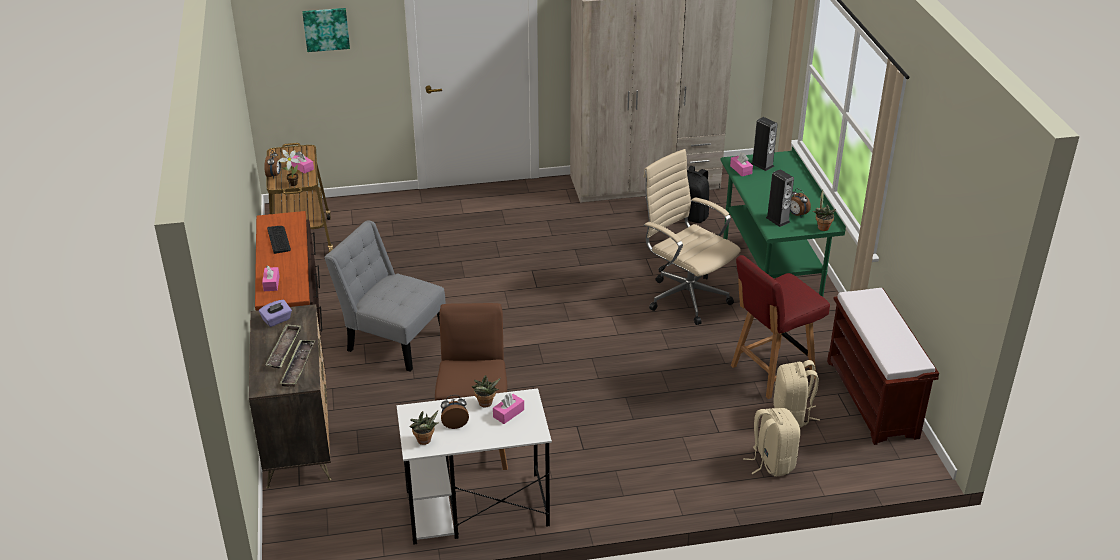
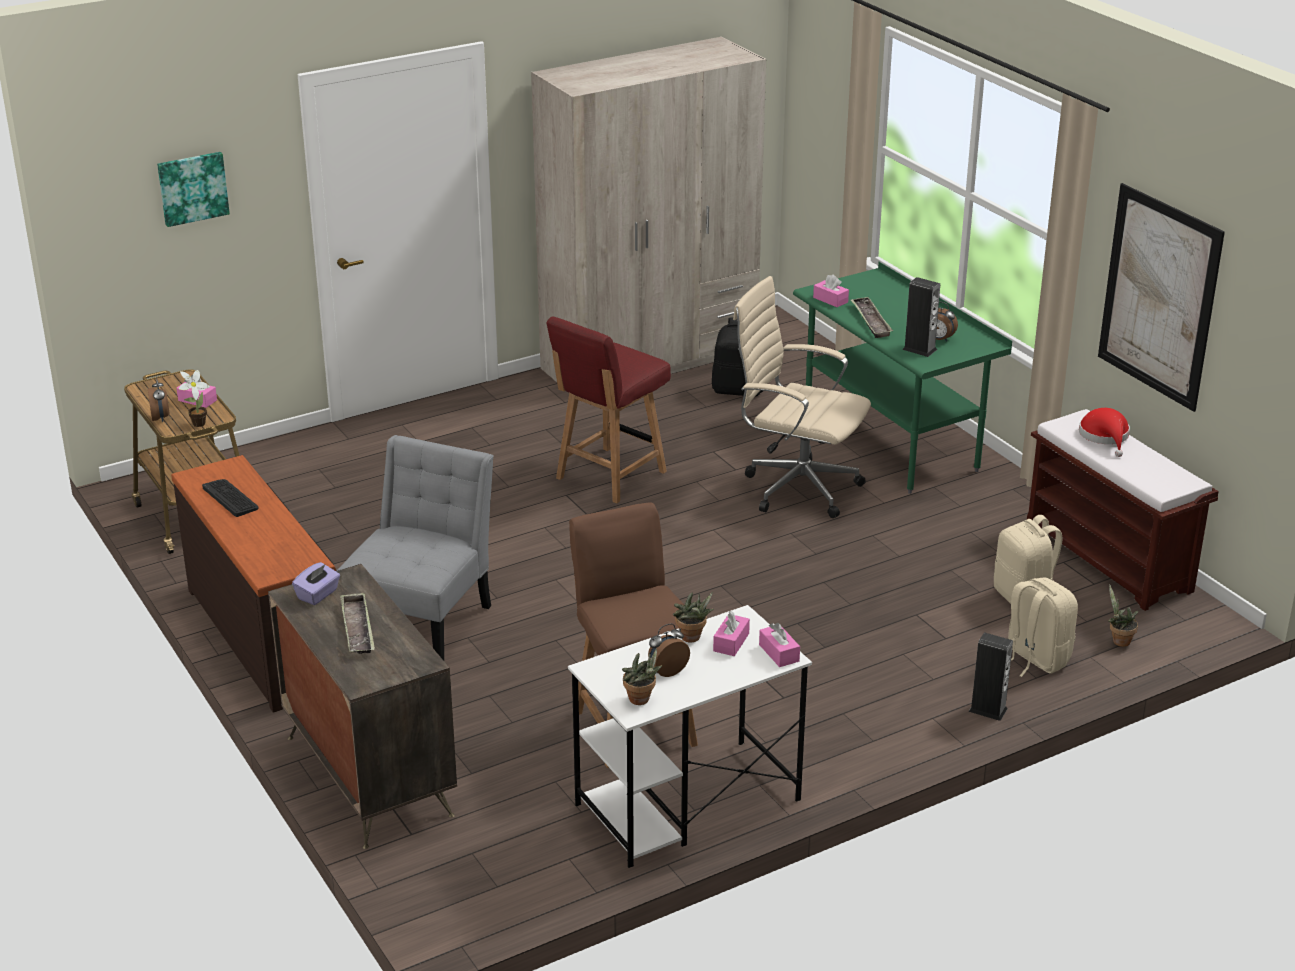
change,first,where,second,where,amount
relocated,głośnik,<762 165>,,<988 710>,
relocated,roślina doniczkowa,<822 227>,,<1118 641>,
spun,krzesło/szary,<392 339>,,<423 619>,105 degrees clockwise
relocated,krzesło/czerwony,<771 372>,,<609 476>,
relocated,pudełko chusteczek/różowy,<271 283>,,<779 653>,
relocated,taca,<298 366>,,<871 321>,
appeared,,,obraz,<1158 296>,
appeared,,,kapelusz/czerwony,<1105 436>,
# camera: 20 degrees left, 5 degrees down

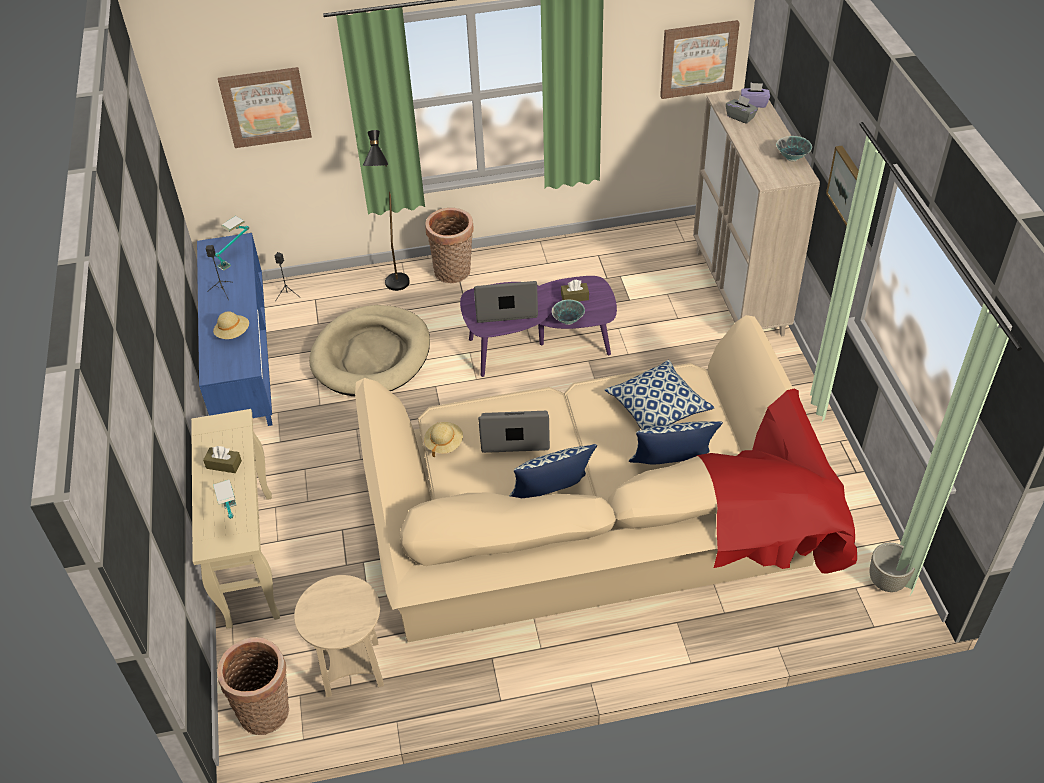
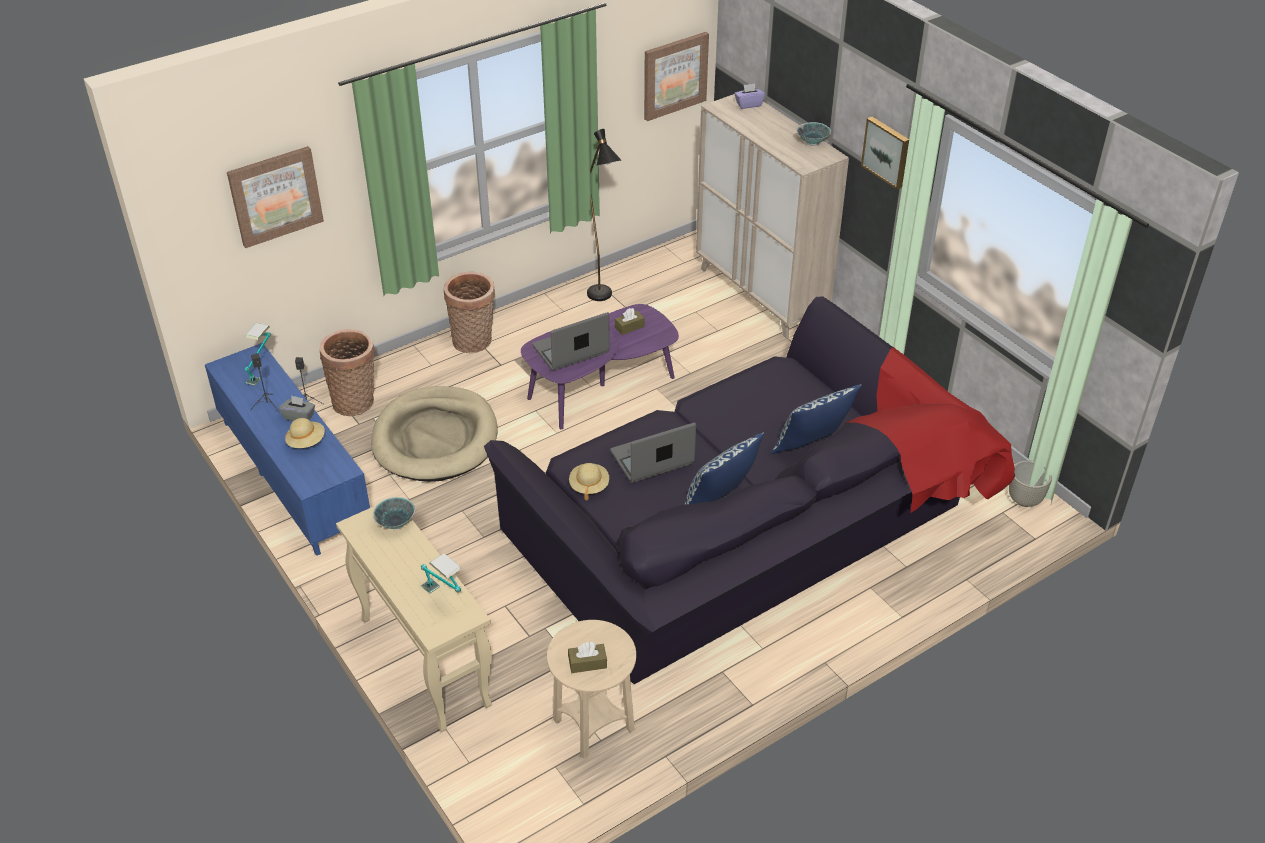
change,first,where,second,where,amount
relocated,pudełko chusteczek/szary,<740 117>,,<299 416>,
relocated,lampa stojąca/czarny,<397 288>,,<603 299>,
relocated,miska,<568 320>,,<396 524>,
colour,kanapa/beżowy,<592 523>,kanapa/czarny,<745 528>,
missing,poduszka,<658 408>,,,
relocated,pudełko chusteczek/brązowy,<224 464>,,<587 663>,
relocated,koszyk,<268 711>,,<356 401>,
# camera: 25 degrees left, 5 degrees down

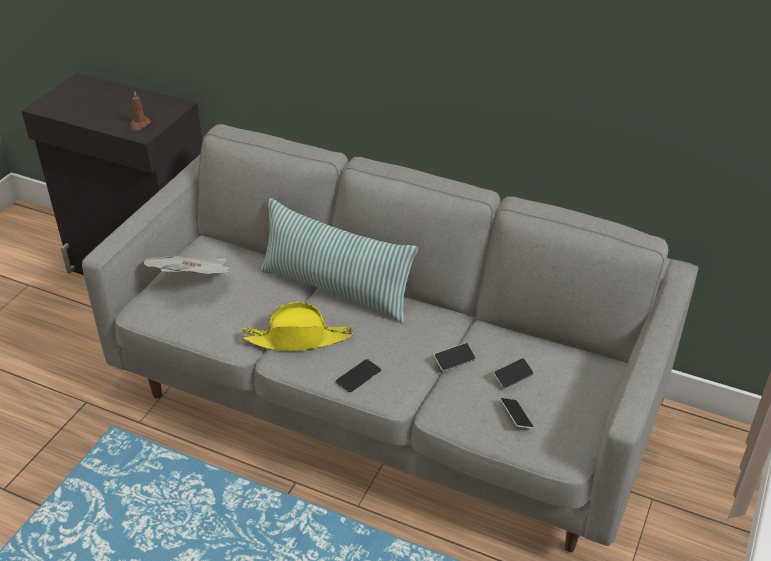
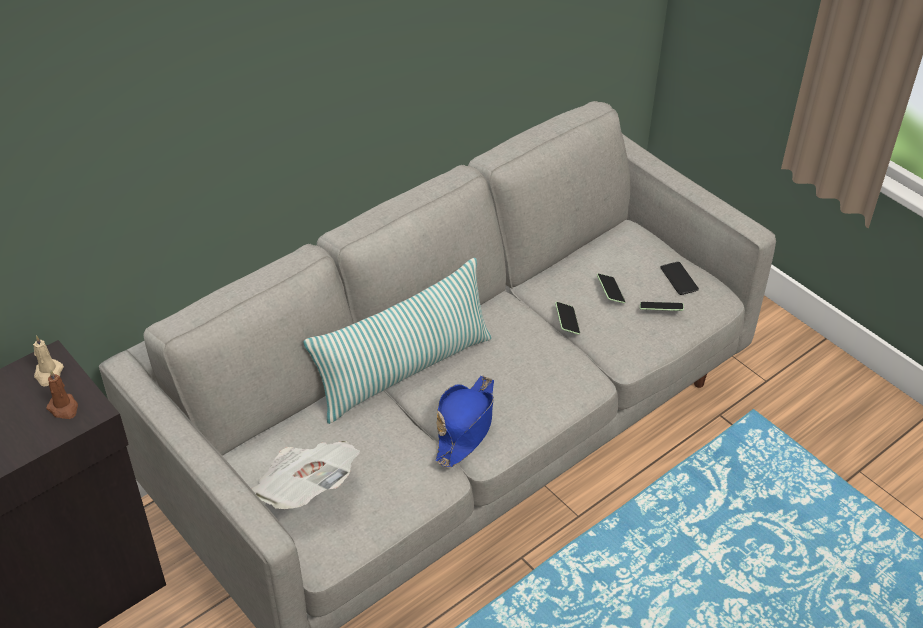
change,first,where,second,where,amount
colour,kapelusz/żółty,<298 339>,kapelusz/niebieski,<465 426>,
relocated,telefon,<358 376>,,<679 279>,
appeared,,,świeca/beżowy,<48 374>,
# camera: 65 degrees left, 5 degrees up

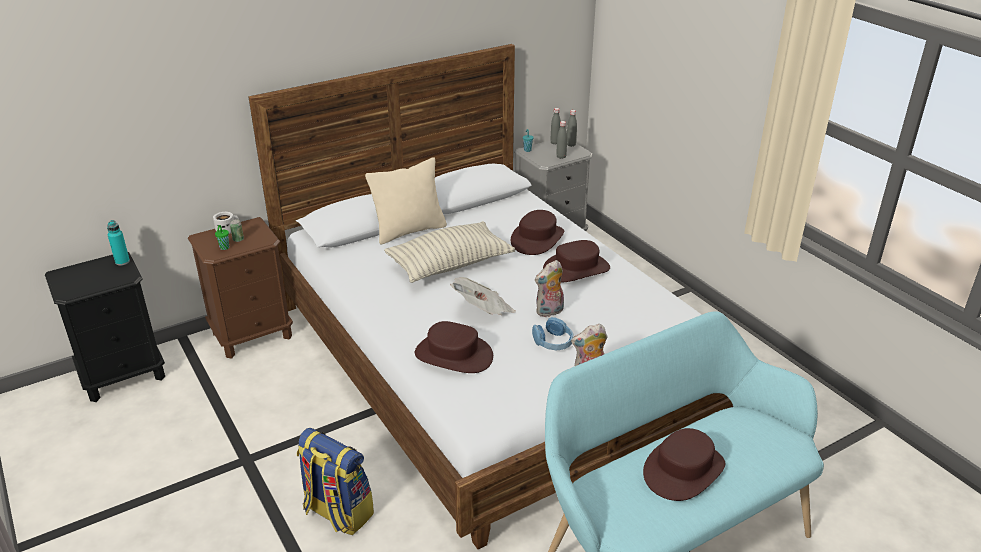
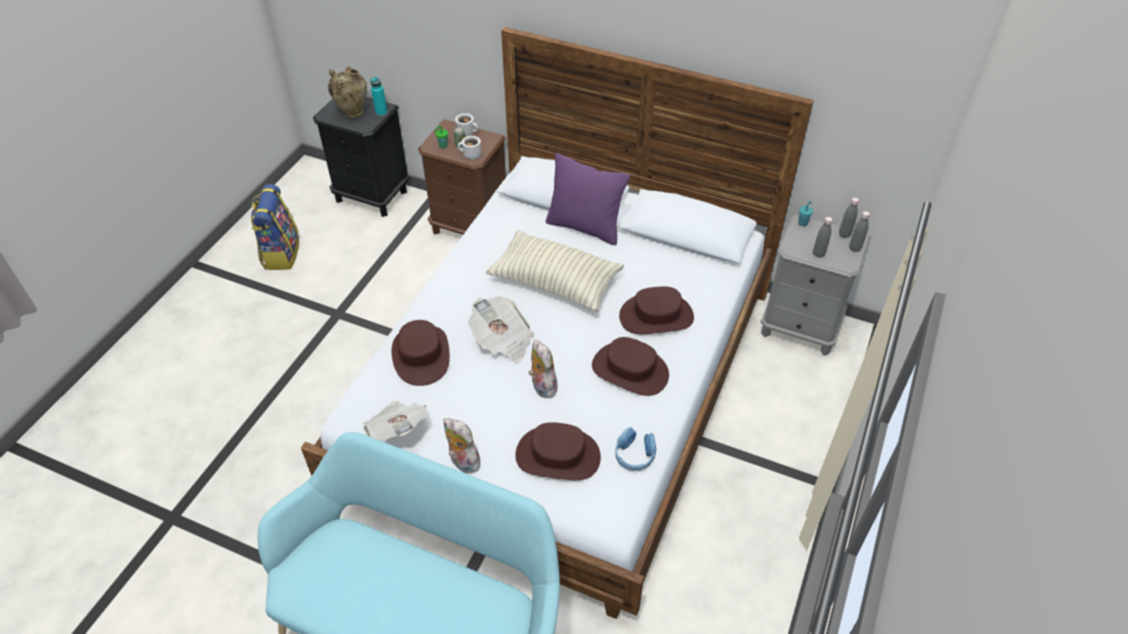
change,first,where,second,where,amount
colour,poduszka/beżowy,<409 231>,poduszka/fioletowy,<585 227>,
spun,pluszak,<550 312>,,<542 386>,45 degrees clockwise
relocated,słuchawki/niebieski,<553 342>,,<635 455>,
relocated,plecak,<337 512>,,<281 253>,
relocated,kapelusz/brązowy,<683 470>,,<558 456>,
appeared,,,wazon/beżowy,<352 112>,
appeared,,,kubek/biały,<470 155>,
appeared,,,gazeta,<397 430>,
# camera: 55 degrees right, 15 degrees up

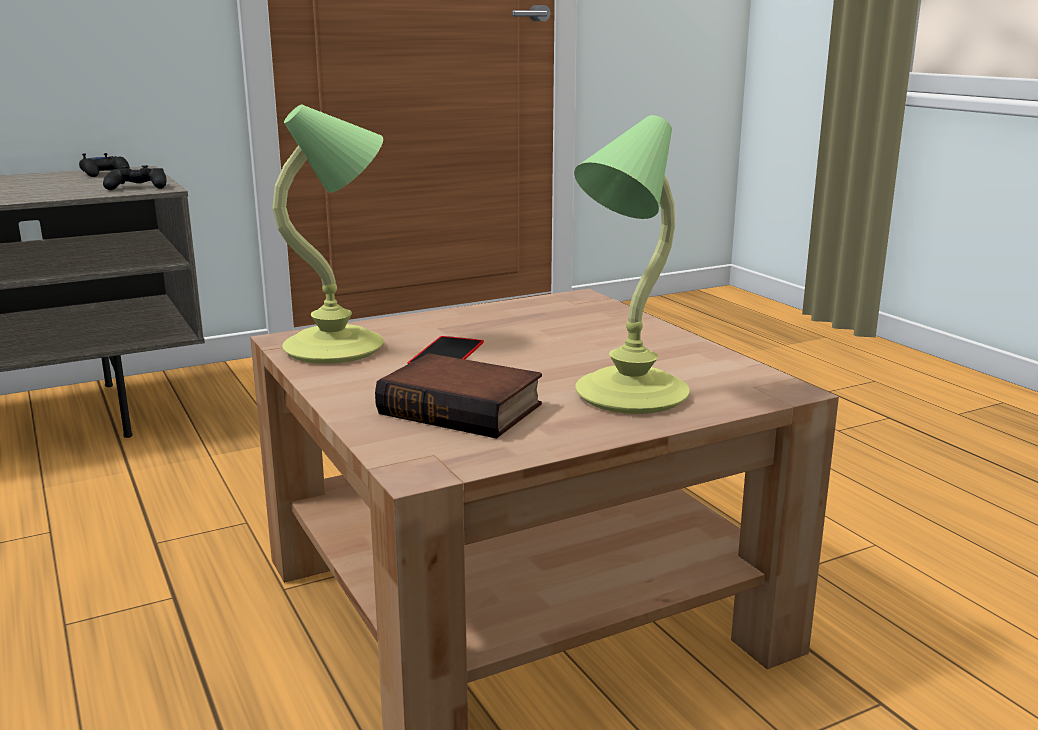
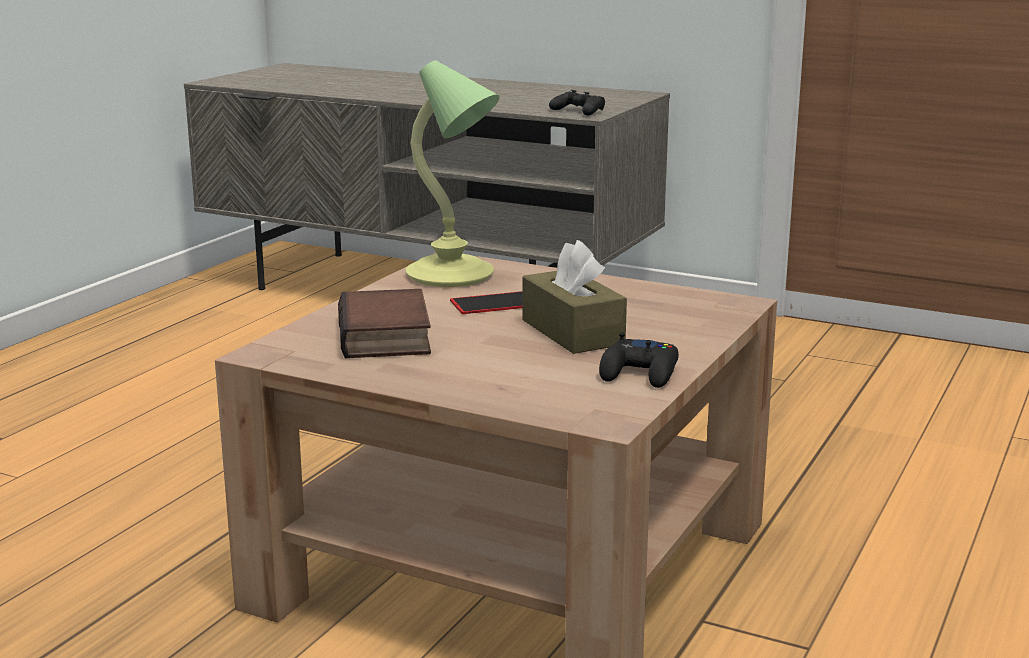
change,first,where,second,where,amount
missing,lampa stołowa,<627 395>,,,
relocated,pad do gier/czarny,<105 173>,,<640 373>,
appeared,,,pudełko chusteczek/brązowy,<572 332>,
# camera: 55 degrees right, 0 degrees up

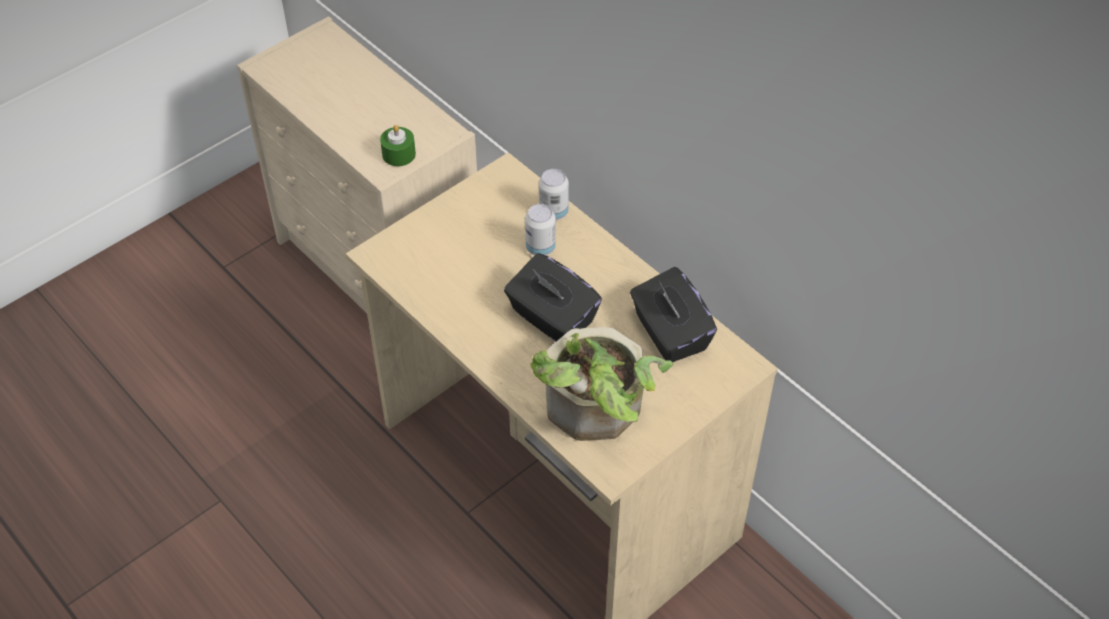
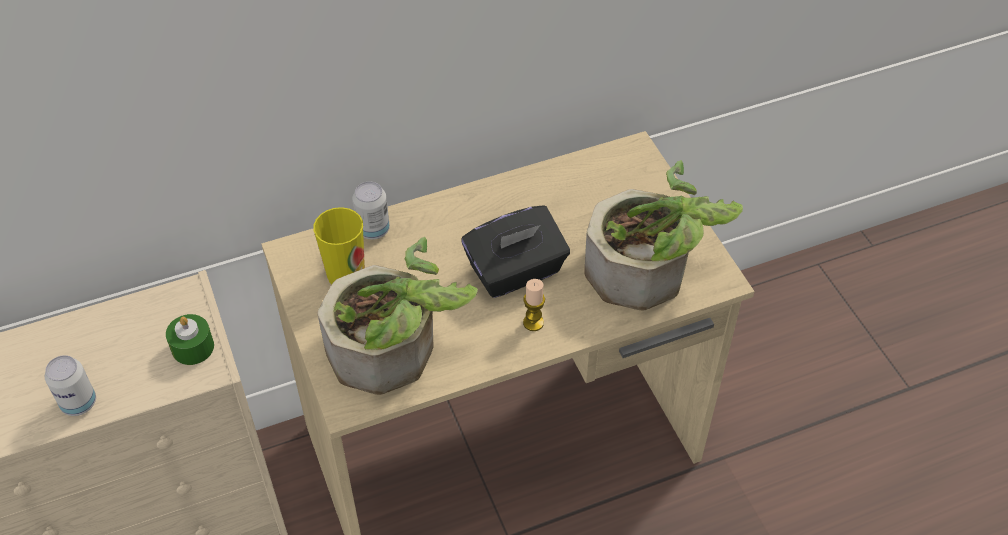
change,first,where,second,where,amount
relocated,puszka,<540 248>,,<79 403>,
missing,pudełko chusteczek/czarny,<669 334>,,,
appeared,,,filiżanka,<346 274>,
appeared,,,roślina doniczkowa,<395 352>,
appeared,,,świeca,<533 323>,
# camera: 70 degrees left, 0 degrees up

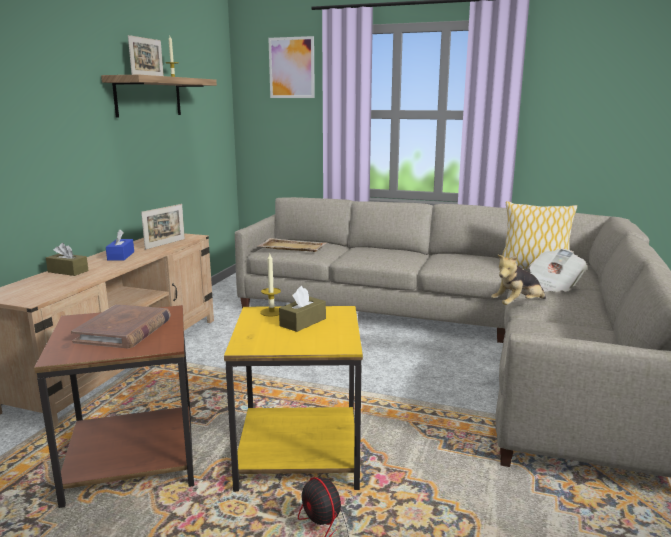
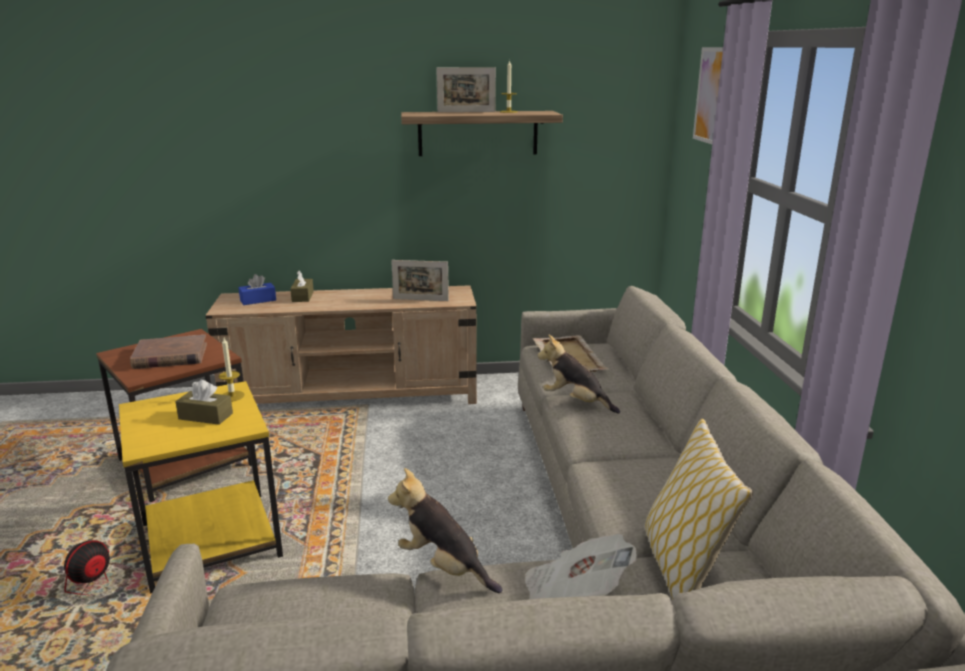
change,first,where,second,where,amount
relocated,pudełko chusteczek/niebieski,<121 256>,,<258 300>,
appeared,,,pluszak,<575 402>,
# camera: 65 degrees right, 5 degrees up

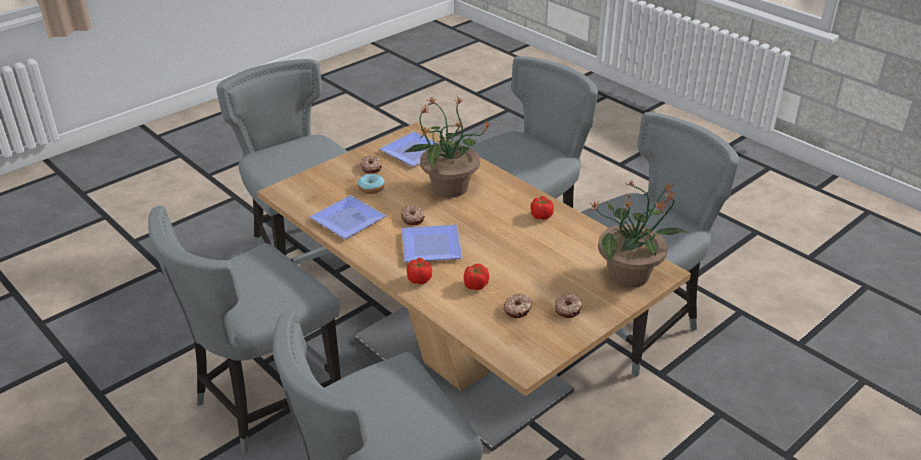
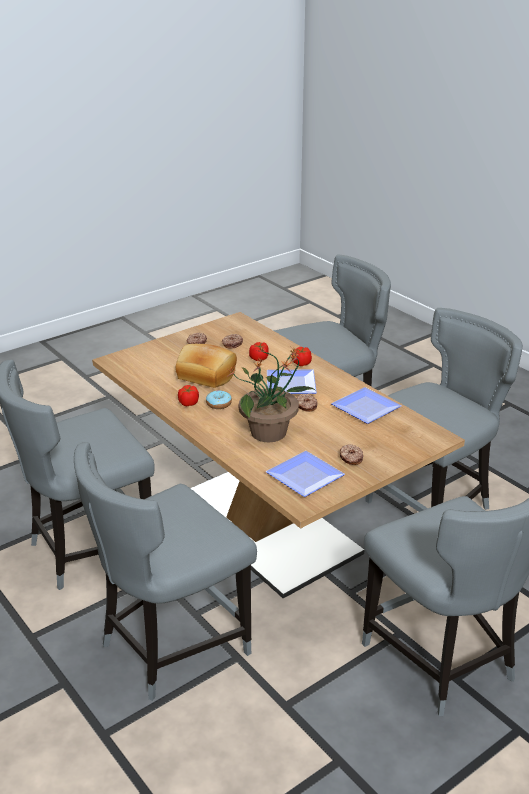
change,first,where,second,where,amount
relocated,donut,<371 188>,,<218 404>,
missing,roślina doniczkowa,<630 275>,,,
appeared,,,chleb,<206 376>,
# camera: 175 degrees left, 5 degrees down

